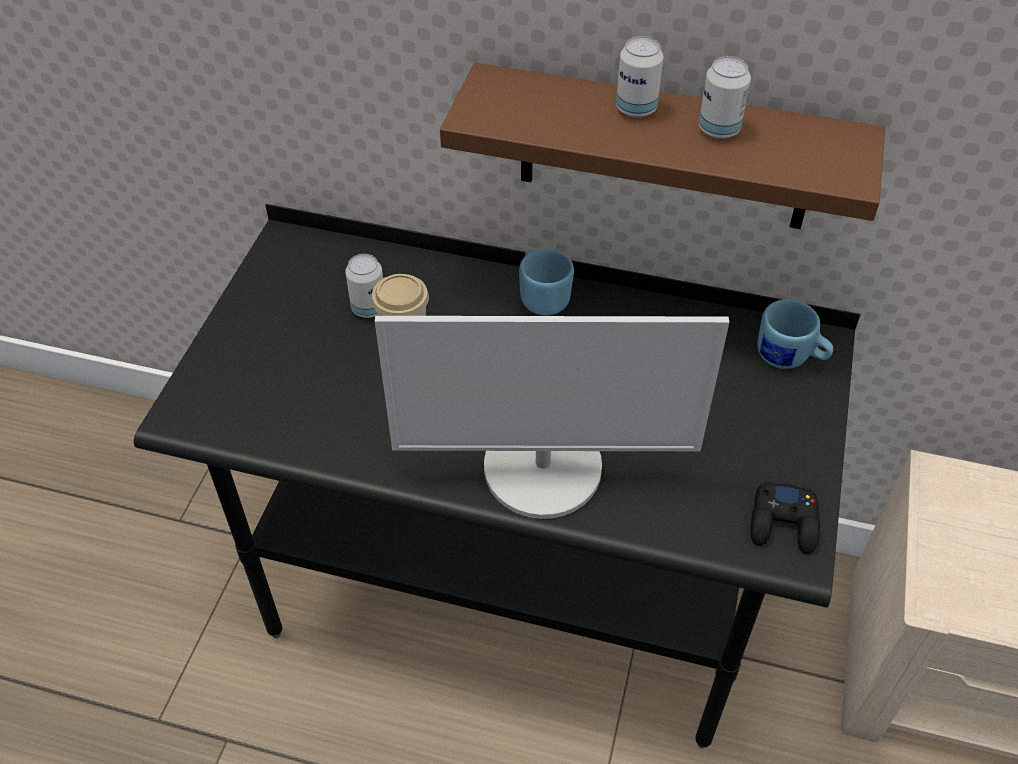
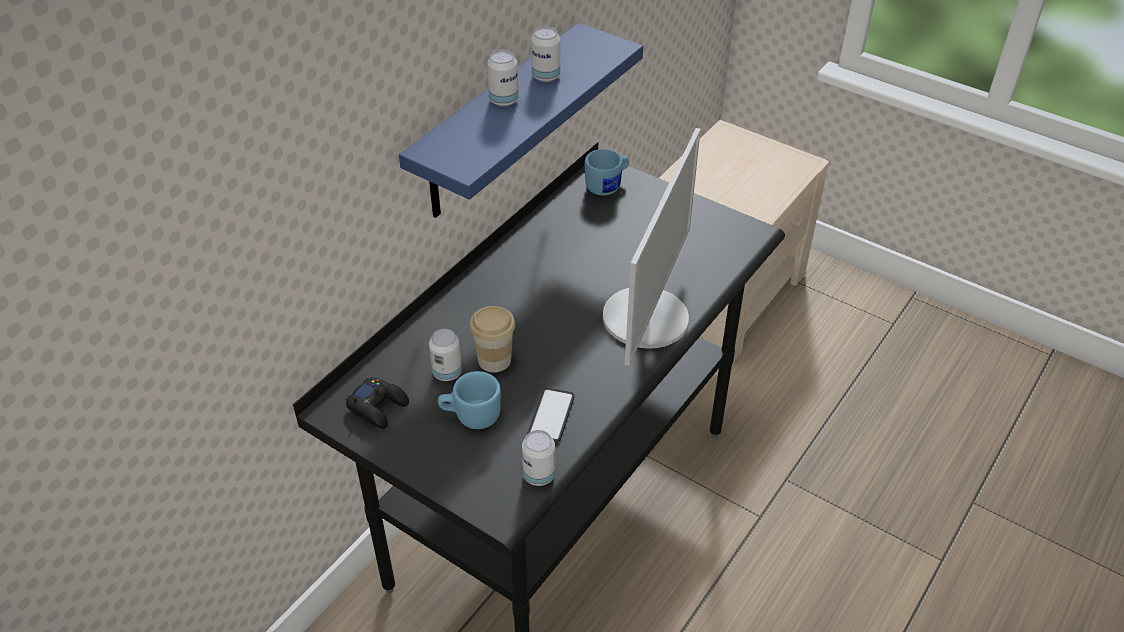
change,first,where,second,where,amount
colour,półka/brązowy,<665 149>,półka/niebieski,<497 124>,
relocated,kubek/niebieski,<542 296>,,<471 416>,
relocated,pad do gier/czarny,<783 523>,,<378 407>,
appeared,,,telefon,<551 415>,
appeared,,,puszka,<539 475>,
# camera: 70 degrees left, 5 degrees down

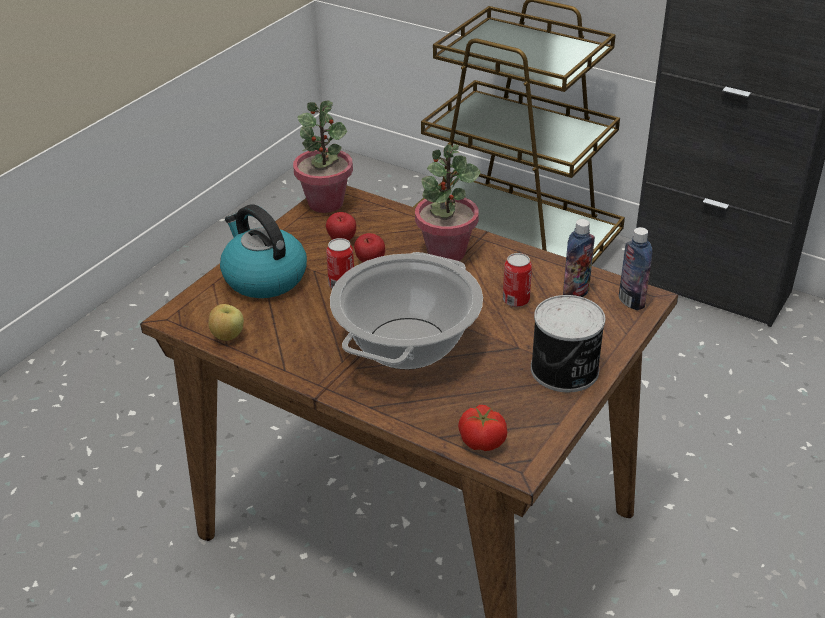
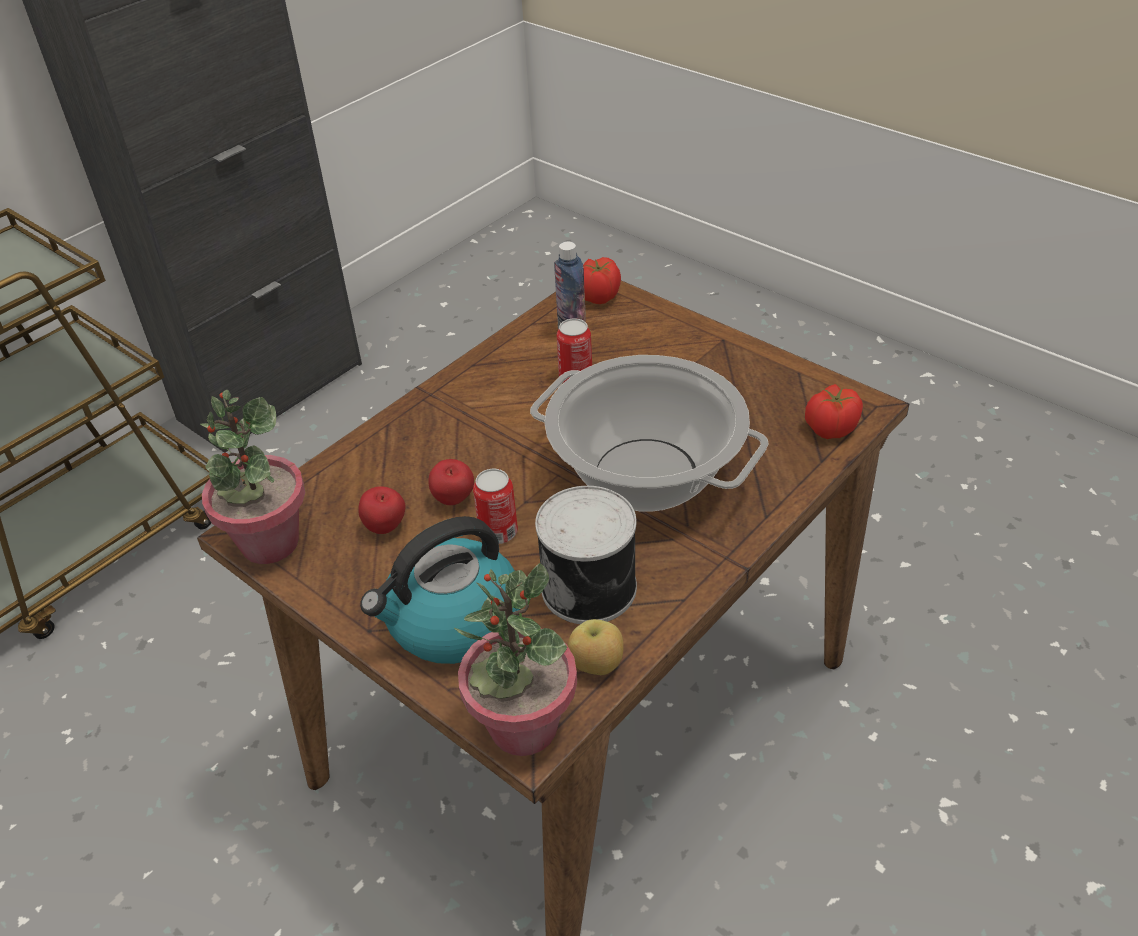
change,first,where,second,where,amount
relocated,roślina doniczkowa,<446 253>,,<522 727>,
exchanged,butelka,<631 301>,pomidor,<598 297>,
relocated,puszka,<565 370>,,<591 586>,
# camera: 80 degrees left, 5 degrees up

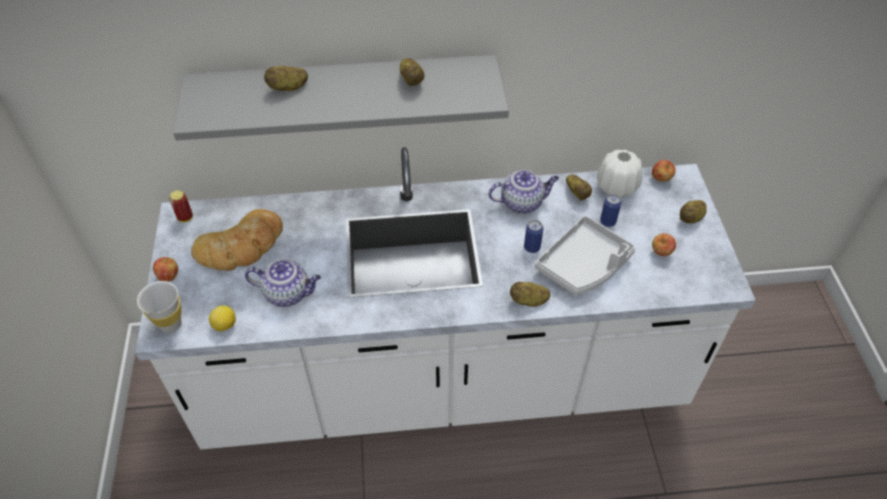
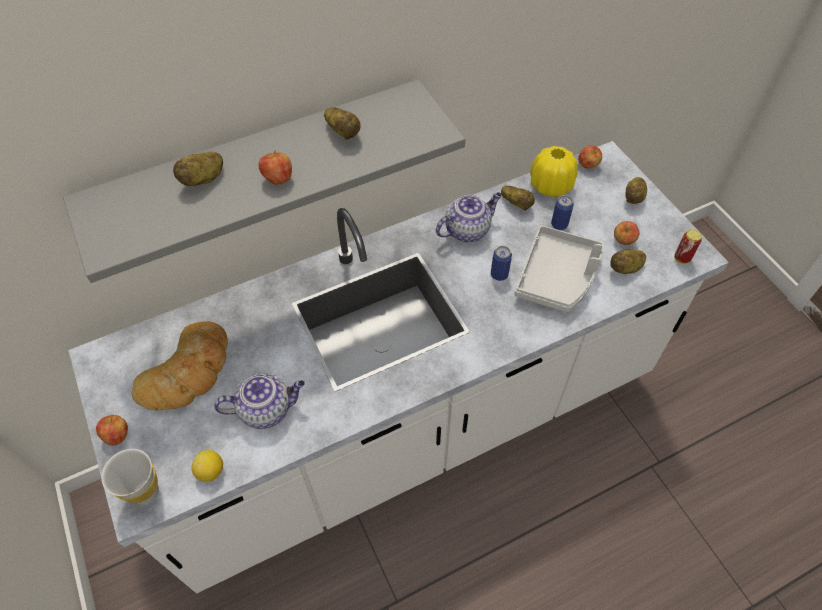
change,first,where,second,where,amount
colour,wazon/biały,<617 187>,wazon/żółty,<551 186>,
relocated,puszka,<185 218>,,<682 258>,
relocated,ziemniak,<529 301>,,<626 268>,
appeared,,,jabłko,<278 179>,
# camera: 20 degrees left, 5 degrees up

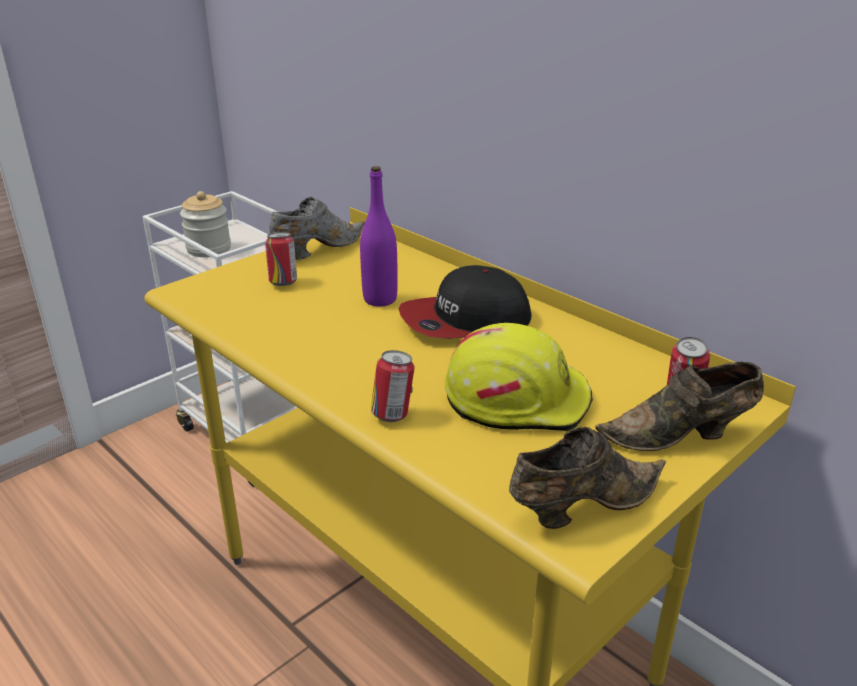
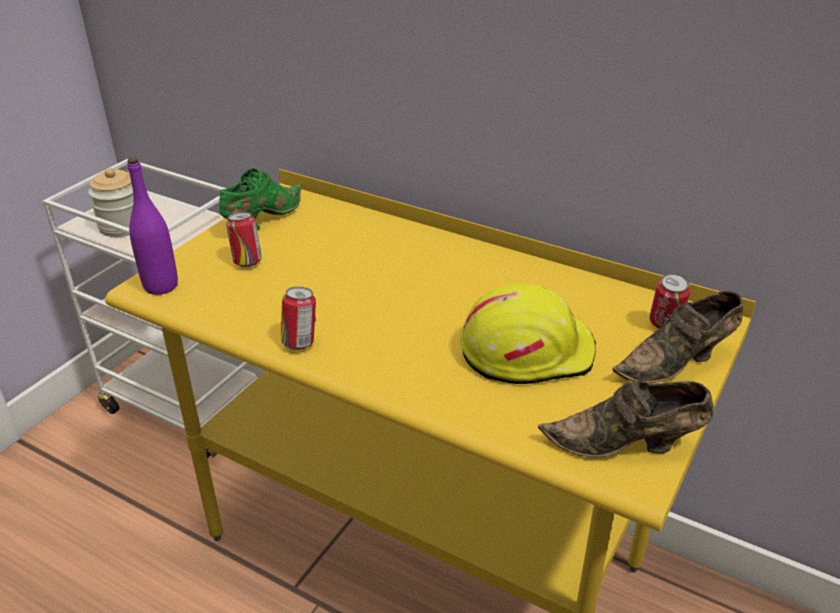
change,first,where,second,where,amount
relocated,butelka/fioletowy,<380 299>,,<161 286>,
colour,but/szary,<317 250>,but/zielony,<262 220>,
missing,czapka z daszkiem,<465 320>,,,
relocated,puszka,<393 415>,,<300 343>,
spun,but/brązowy,<581 507>,,<626 445>,135 degrees counterclockwise
# camera: 15 degrees left, 5 degrees up

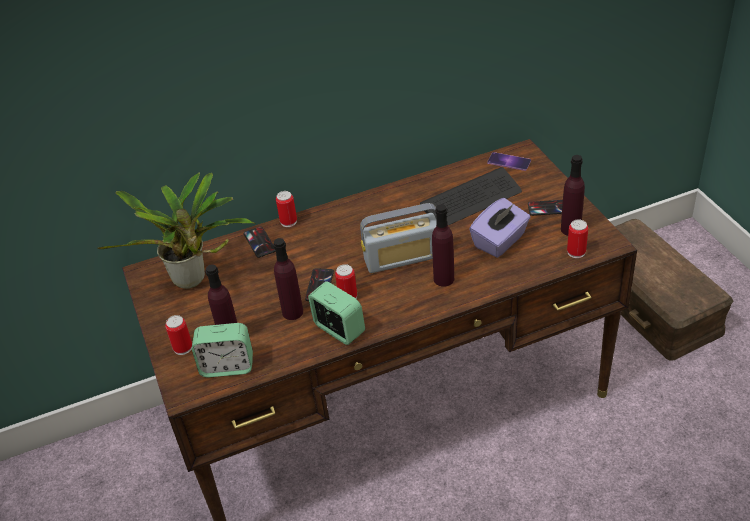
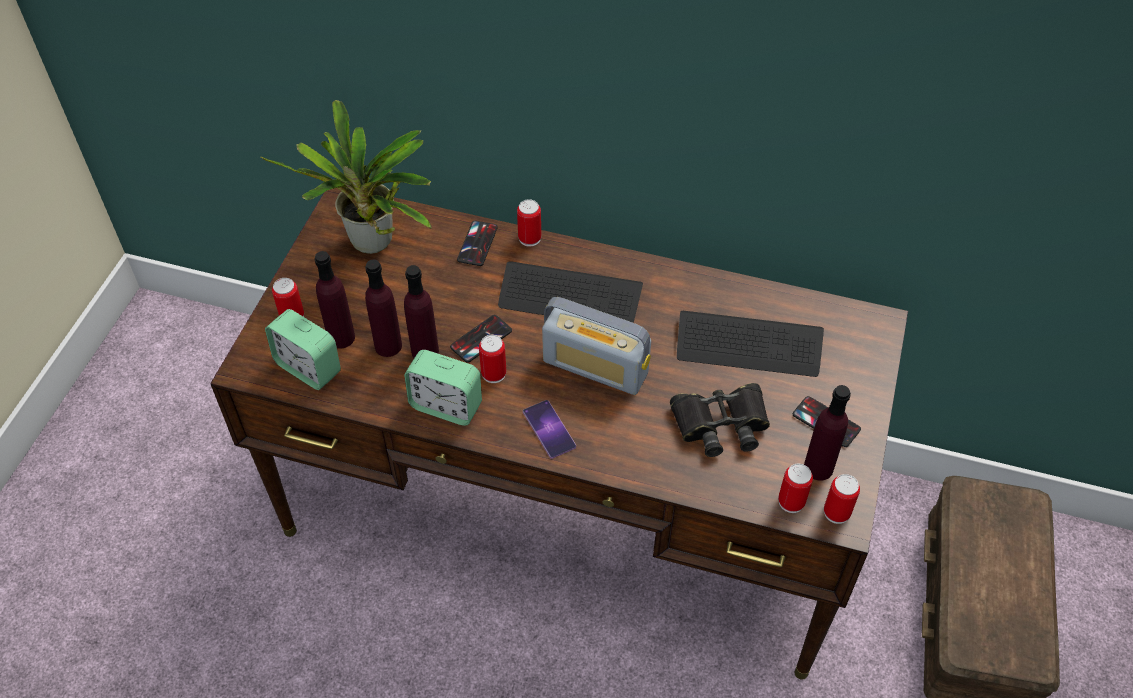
change,first,where,second,where,amount
relocated,telefon,<509 161>,,<549 429>,
exchanged,pudełko chusteczek/fioletowy,<500 241>,lornetka/czarny,<721 423>,
relocated,butelka/fioletowy,<444 279>,,<388 346>,
spun,budzik,<339 329>,,<446 406>,120 degrees clockwise
appeared,,,klawiatura,<569 297>,
appeared,,,puszka,<836 512>,
# camera: 35 degrees right, 10 degrees up

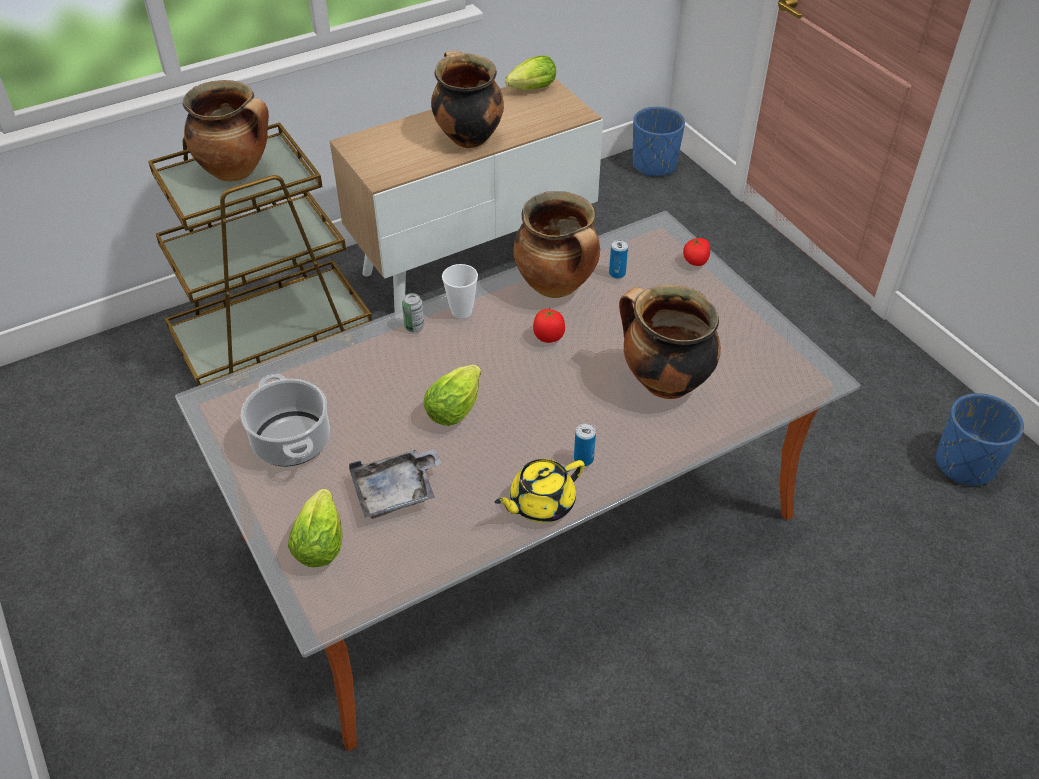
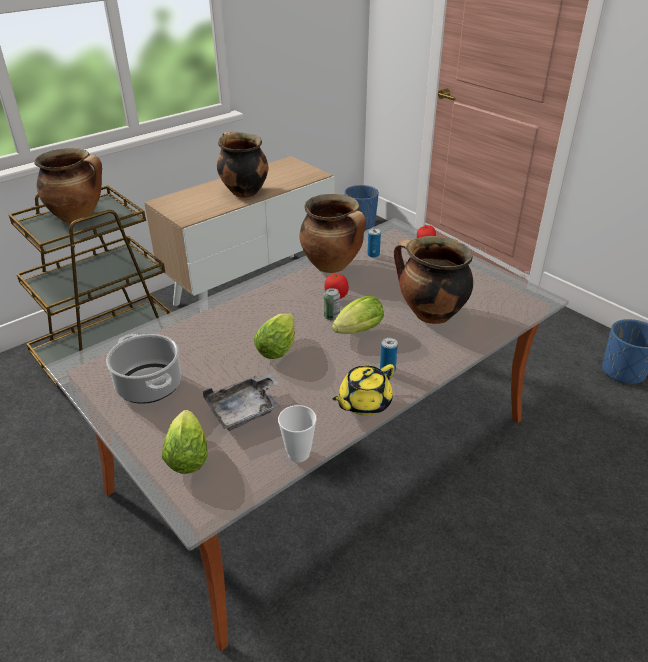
change,first,where,second,where,amount
relocated,sałata,<530 90>,,<356 332>,
relocated,filiżanka,<461 311>,,<298 454>,
relocated,puszka,<414 327>,,<331 317>,
# camera: 10 degrees left, 10 degrees down

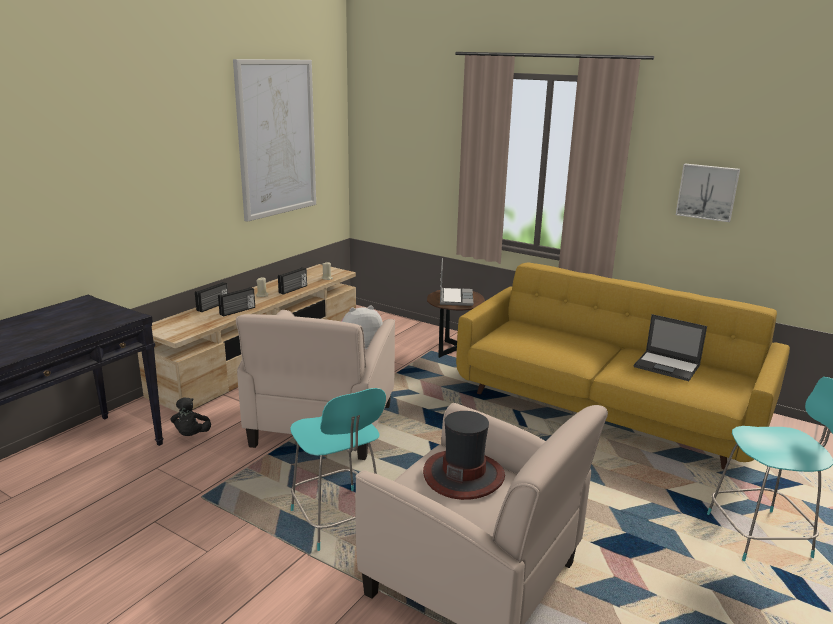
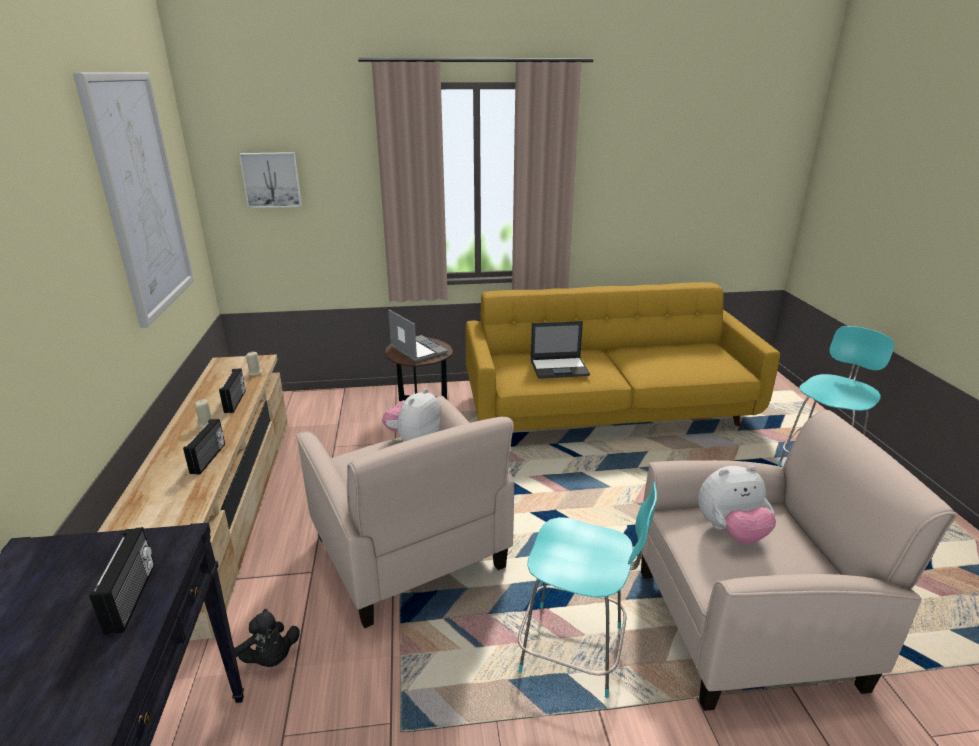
change,first,where,second,where,amount
relocated,obraz,<707 192>,,<271 180>,
relocated,radio,<213 306>,,<133 597>,
relocated,laptop,<667 366>,,<560 368>,
exchanged,kapelusz,<463 475>,pluszak,<731 531>,
# camera: 40 degrees left, 5 degrees up

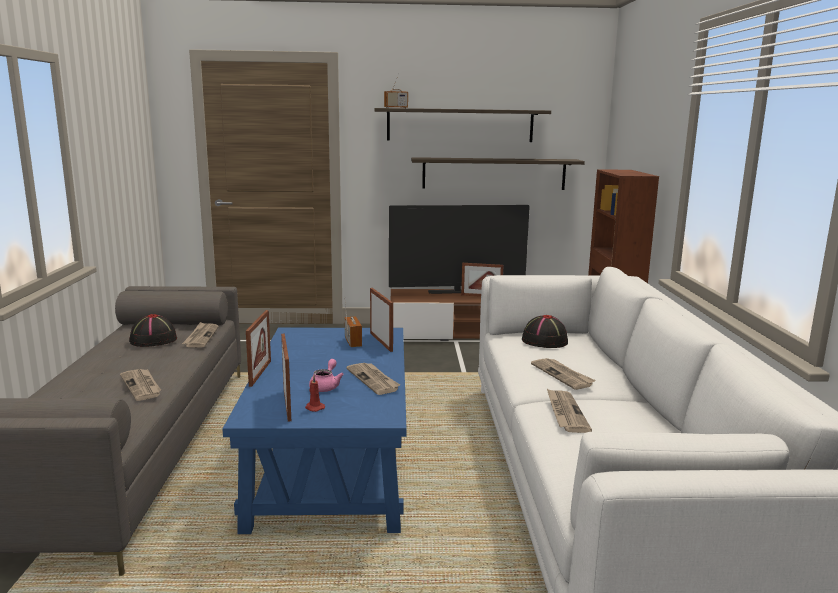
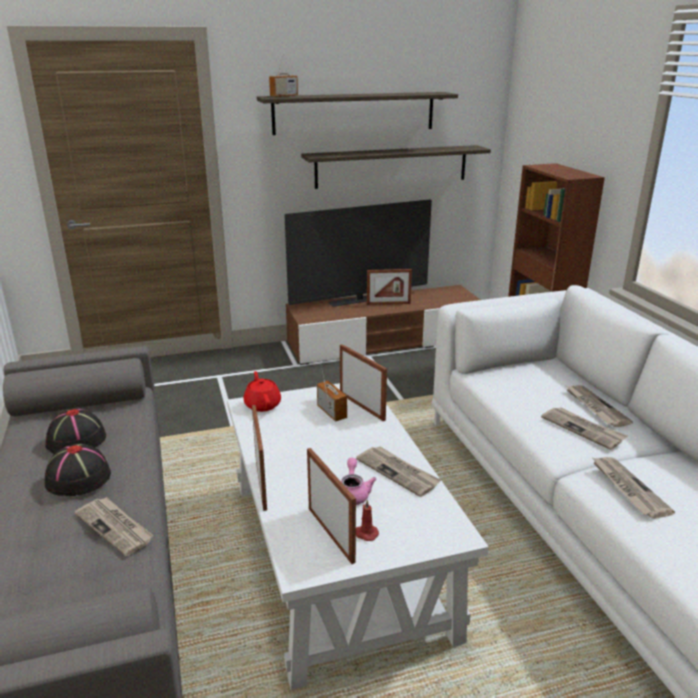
change,first,where,second,where,amount
relocated,kapelusz/czarny,<544 341>,,<78 478>,
relocated,gazeta,<201 337>,,<595 407>,
colour,ława/niebieski,<331 463>,ława/biały,<335 556>,
appeared,,,imbryk/czerwony,<262 404>,
# camera: 15 degrees left, 10 degrees up

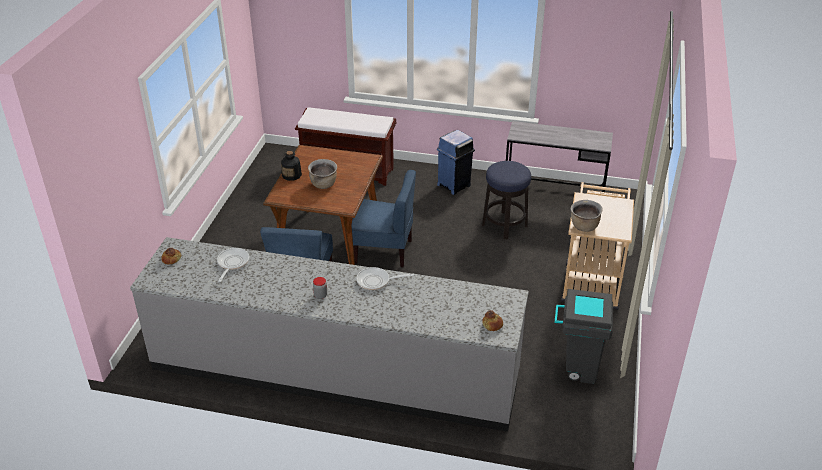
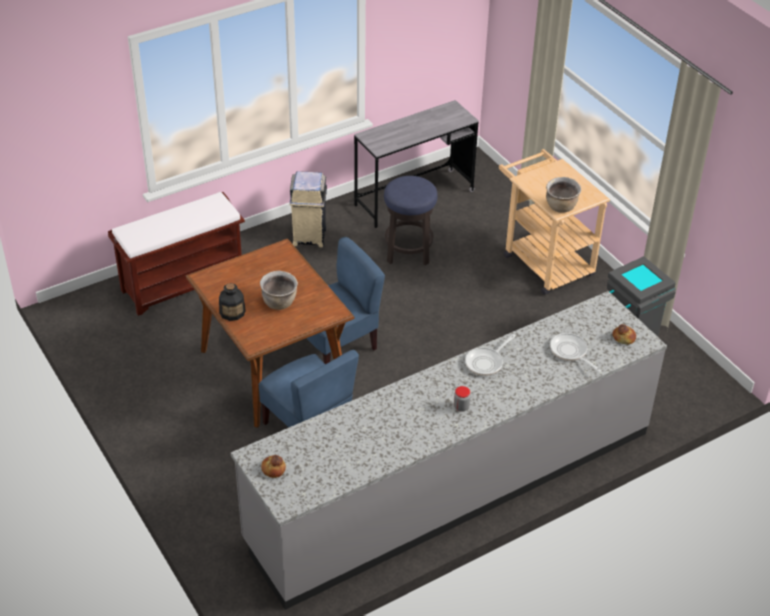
change,first,where,second,where,amount
colour,kosz na śmieci/niebieski,<454 185>,kosz na śmieci/beżowy,<309 236>,
relocated,patelnia,<232 263>,,<570 352>,
# camera: 45 degrees left, 5 degrees up

